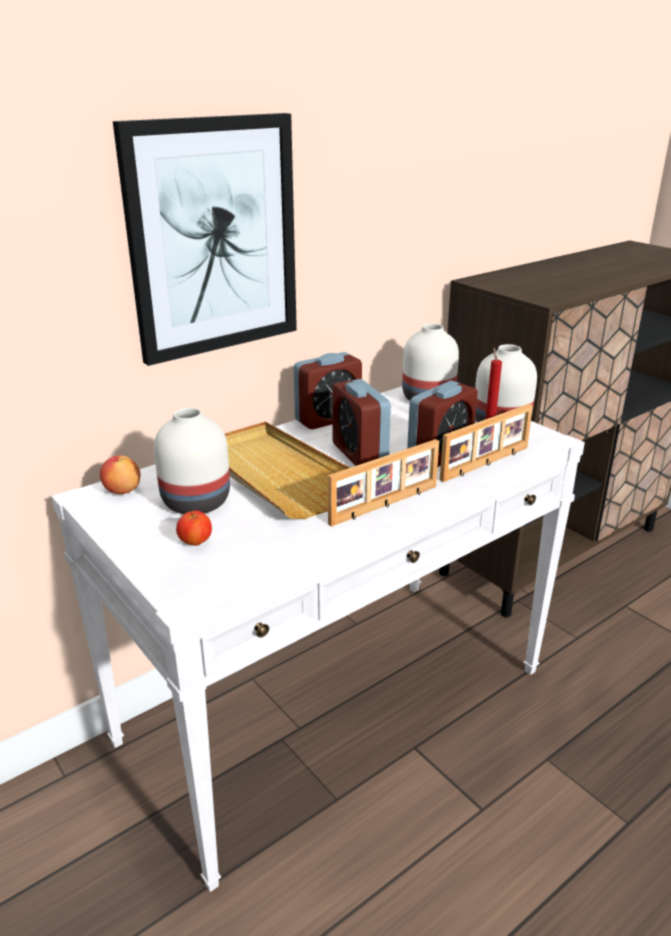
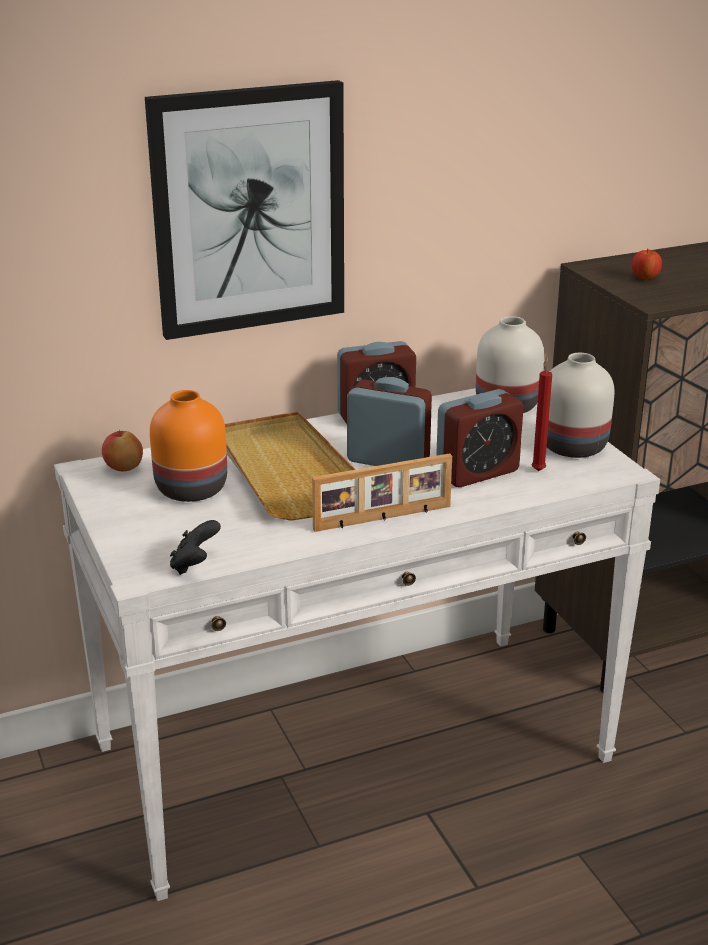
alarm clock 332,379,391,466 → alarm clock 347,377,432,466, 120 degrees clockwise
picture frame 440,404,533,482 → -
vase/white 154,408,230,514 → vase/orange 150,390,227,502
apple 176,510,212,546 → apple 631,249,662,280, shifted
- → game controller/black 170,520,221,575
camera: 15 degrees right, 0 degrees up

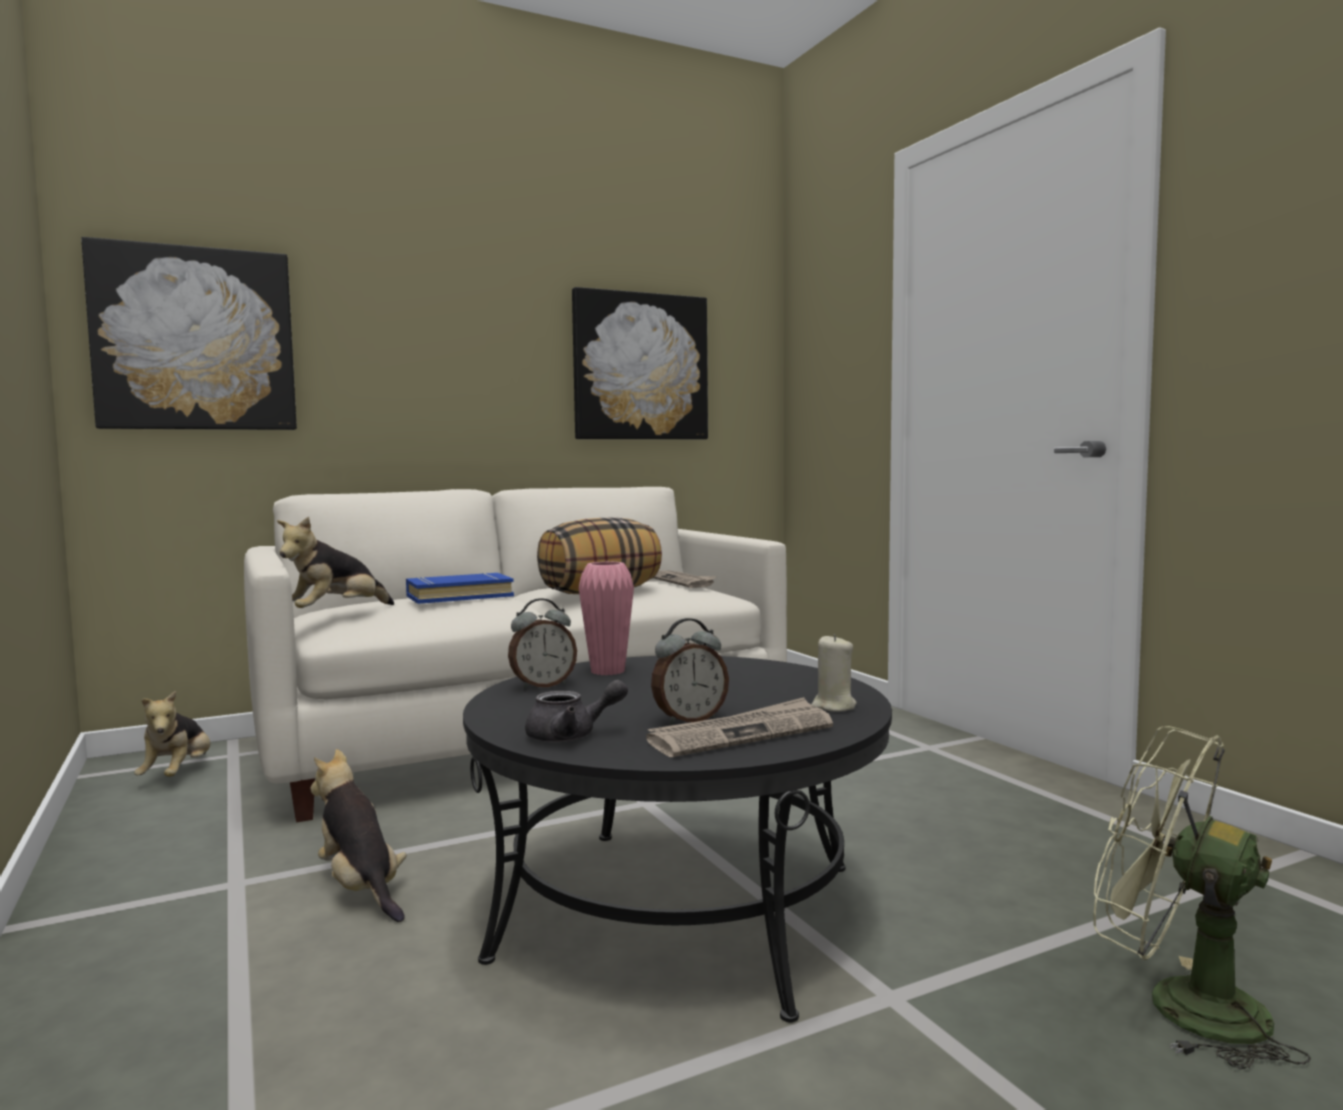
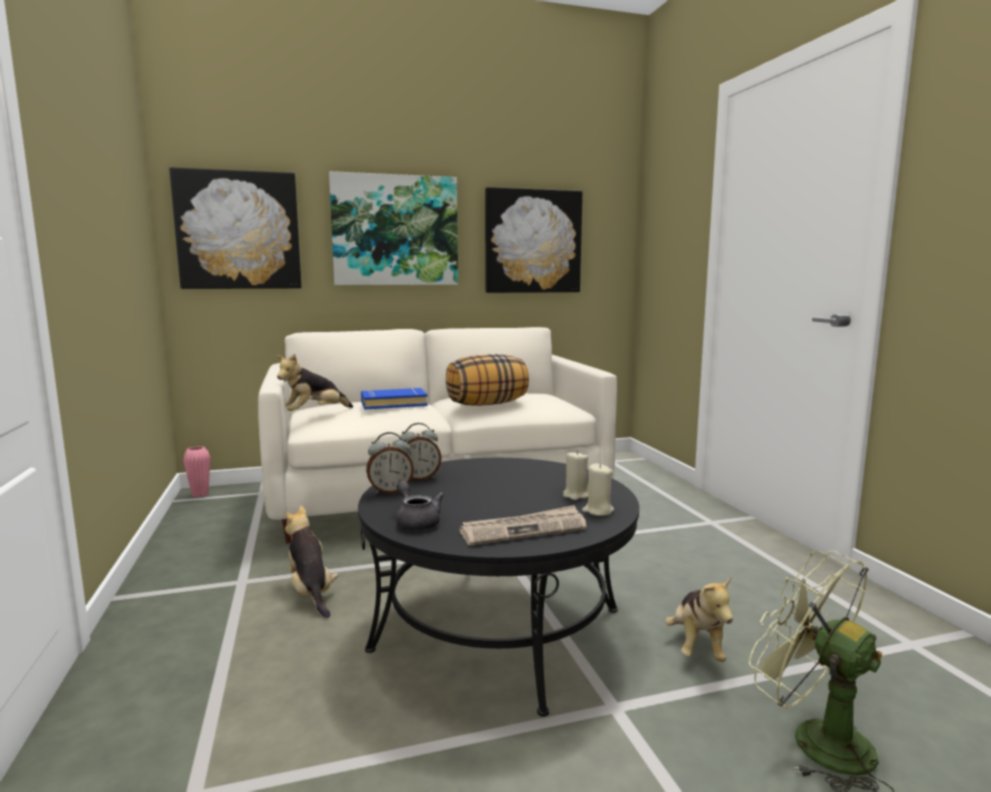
vase/pink 579,561,634,675 → vase/pink 183,446,210,497, shifted
newspaper 654,570,716,588 → -
alarm clock 651,618,729,725 → alarm clock 366,432,414,494, shifted
teapot/grey 525,679,628,742 → teapot/grey 396,481,444,530, 120 degrees counterclockwise
plush toy 134,691,210,777 → plush toy 665,577,733,662, shifted
- → picture 329,171,458,285
- → candle/beige 563,451,588,500
camera: 10 degrees right, 5 degrees up

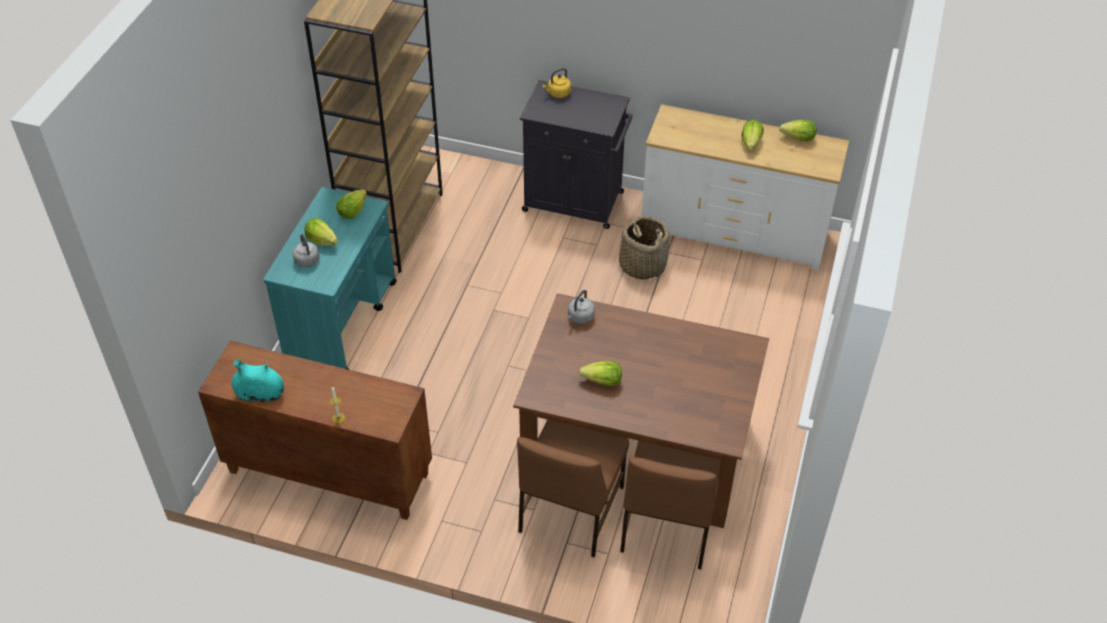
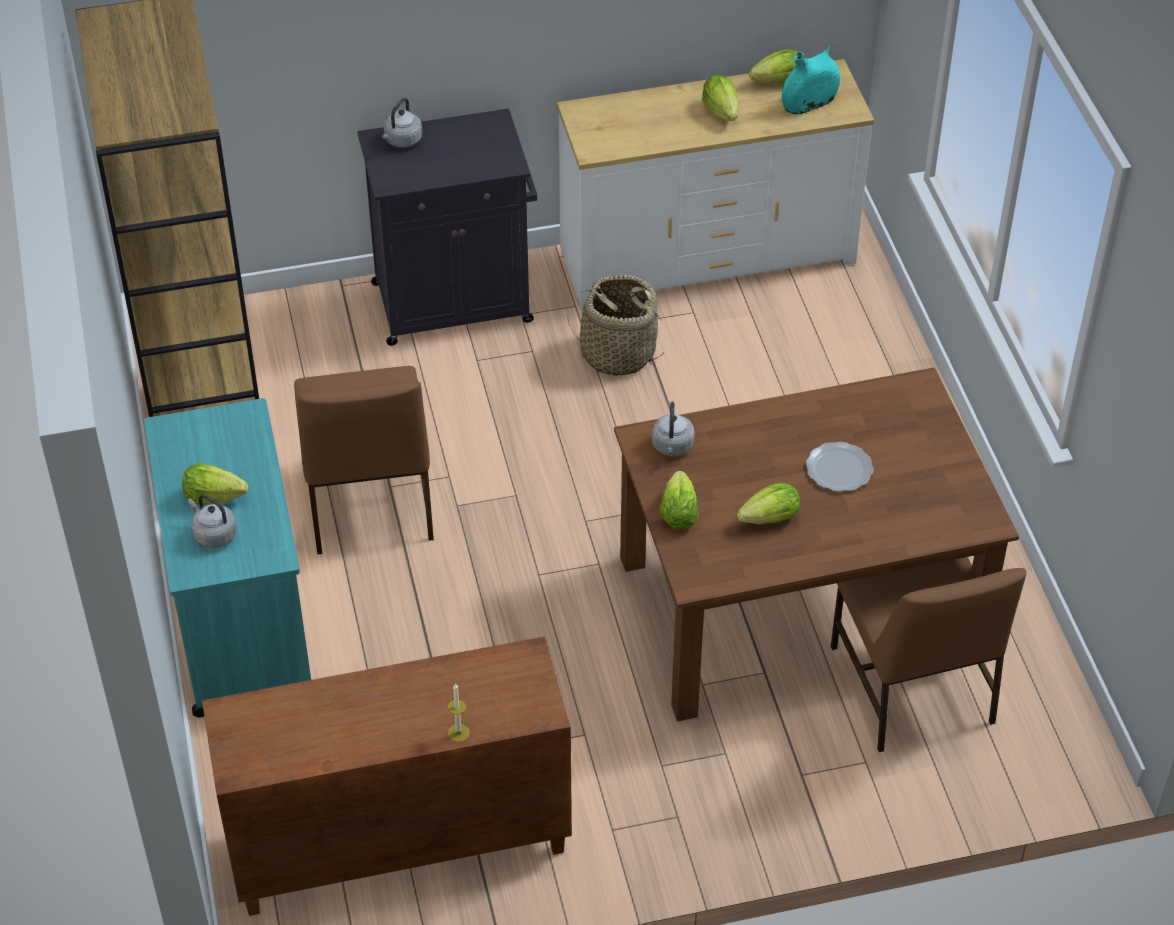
kettle/yellow 542,68,571,98 → kettle/grey 382,98,422,148
lettuce 336,189,367,219 → lettuce 659,471,698,529, shifted
vase/turquoise 231,359,284,401 → vase/turquoise 782,47,840,114, shifted
chair/brown 517,419,629,557 → chair/brown 294,366,434,554, shifted
- → plate 806,442,874,492
camera: 30 degrees left, 0 degrees up

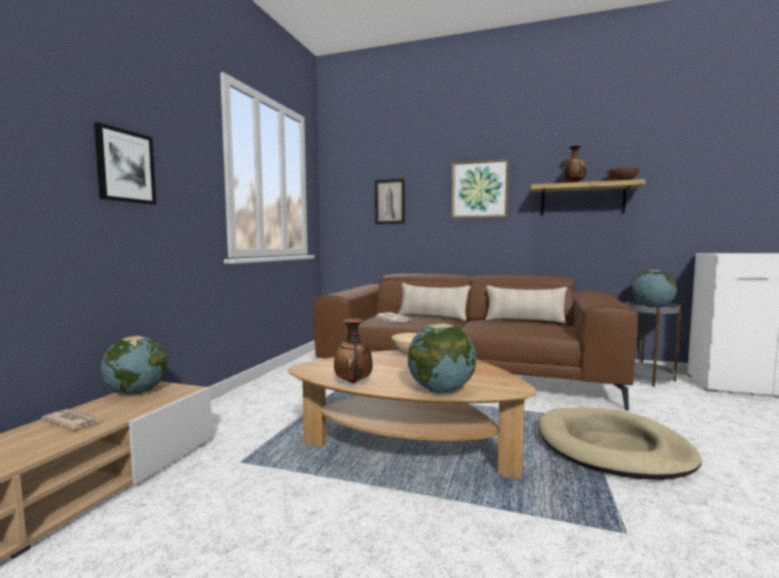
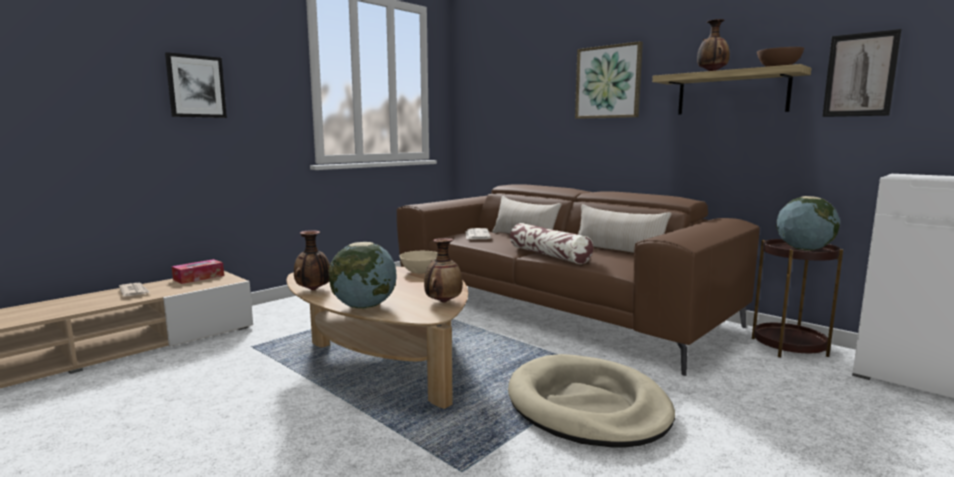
picture 375,179,405,224 → picture 822,29,902,117, shifted
side table/grey 624,302,681,387 → side table/brown 752,239,843,358
globe 101,336,168,395 → tissue box 172,259,224,284
- → pillow 510,223,593,264
- → vase 424,238,463,303
camera: 25 degrees right, 5 degrees up

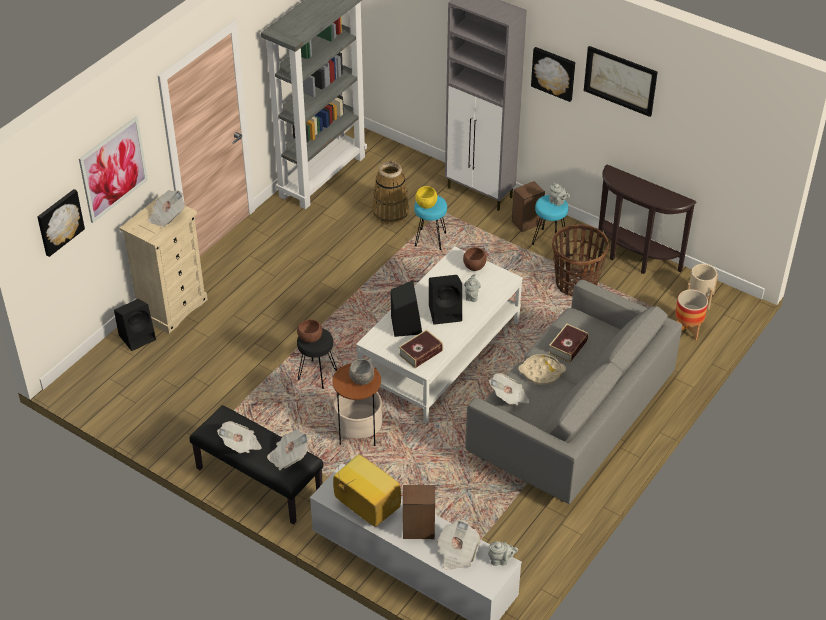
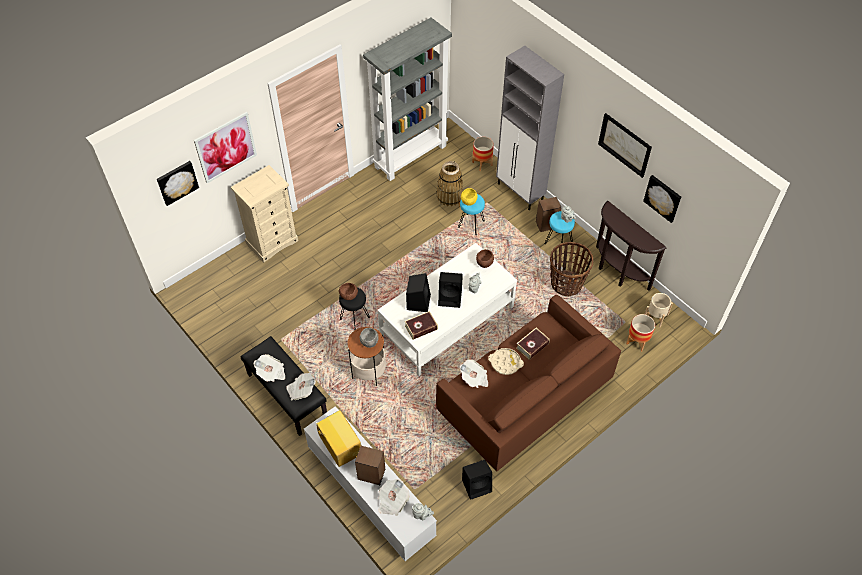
picture 531,47,575,102 → picture 643,175,681,223, shifted
newspaper 148,190,185,227 → -
sofa/grey 465,280,682,504 → sofa/brown 436,295,621,471
speaker/black 114,299,156,351 → speaker/black 462,460,492,500, shifted
- → planter 472,137,494,171
camera: 15 degrees right, 10 degrees up

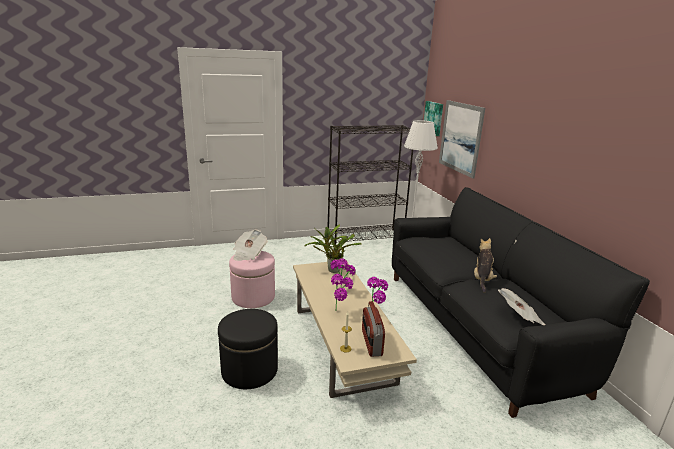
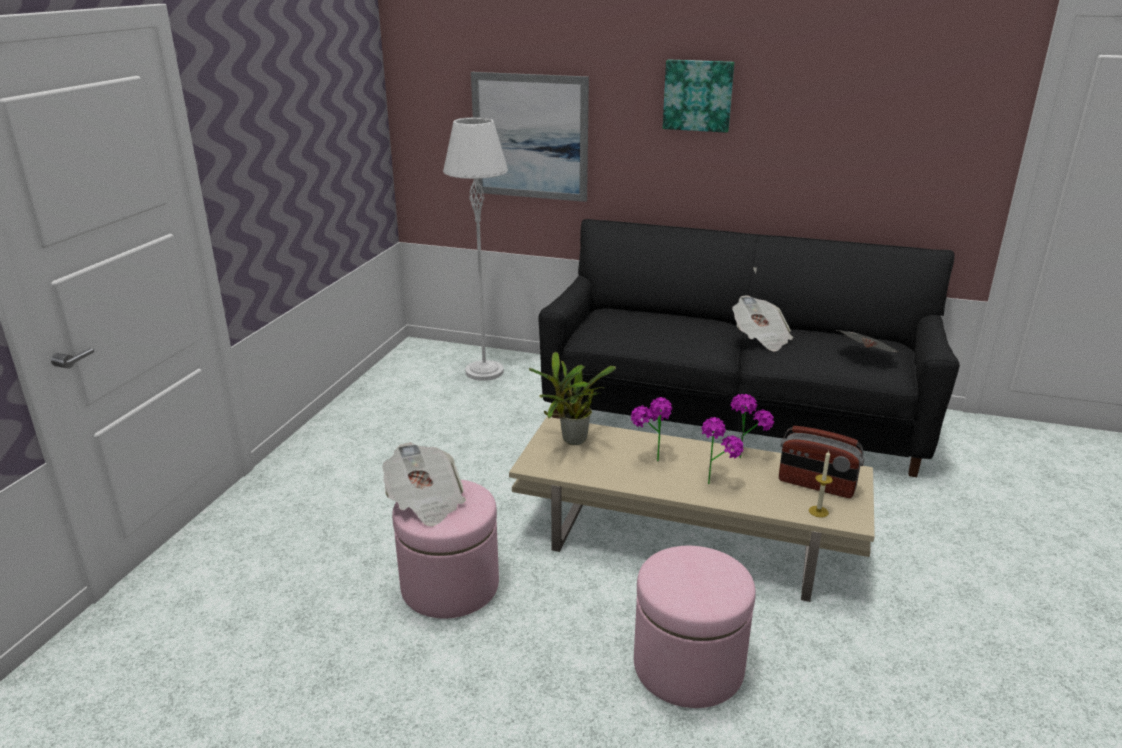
picture 424,101,443,136 → picture 663,59,735,133, shifted
bookcase/black 327,125,413,245 → -
plush toy 474,238,497,293 → newspaper 732,295,793,352
ottoman/black 218,309,278,389 → ottoman/pink 634,546,756,708
camera: 55 degrees left, 5 degrees up

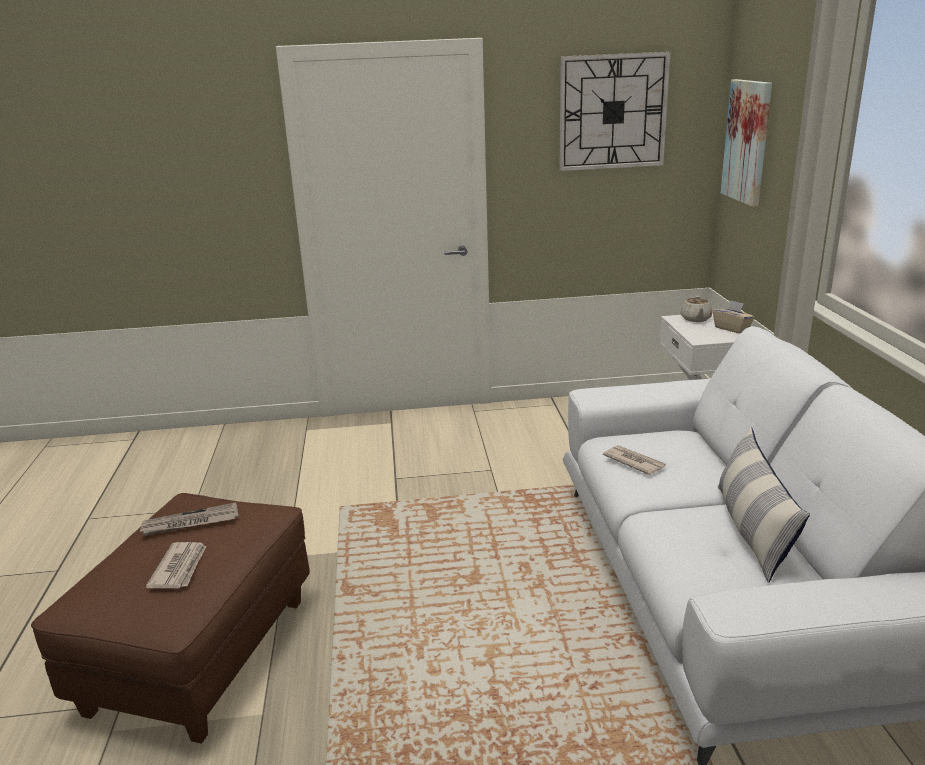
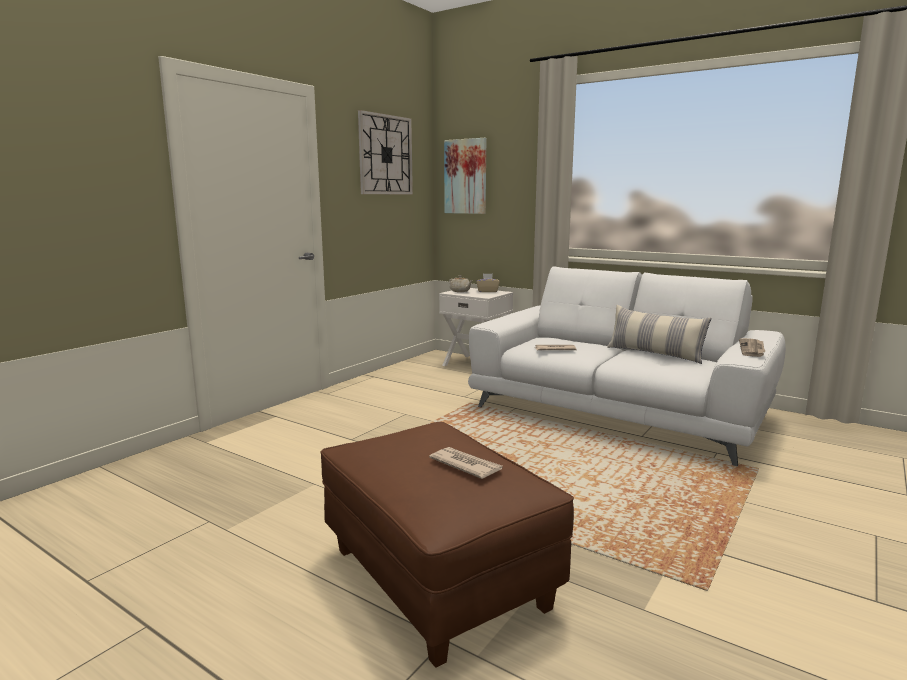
newspaper 139,502,239,536 → newspaper 739,338,765,357, shifted
camera: 50 degrees left, 10 degrees down

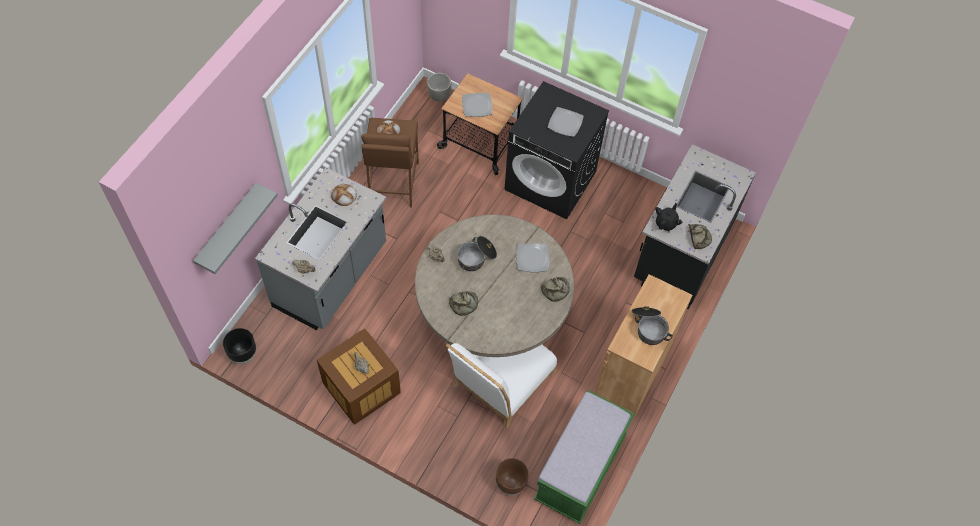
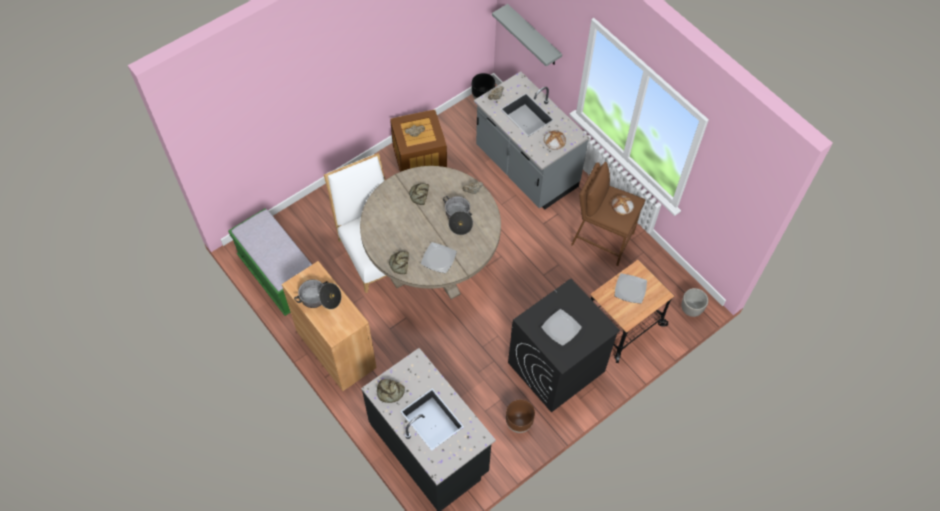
teapot/black 655,203,682,231 → -
planter/brown 496,458,528,496 → planter/brown 506,399,535,433, shifted
camera: 115 degrees right, 0 degrees up

